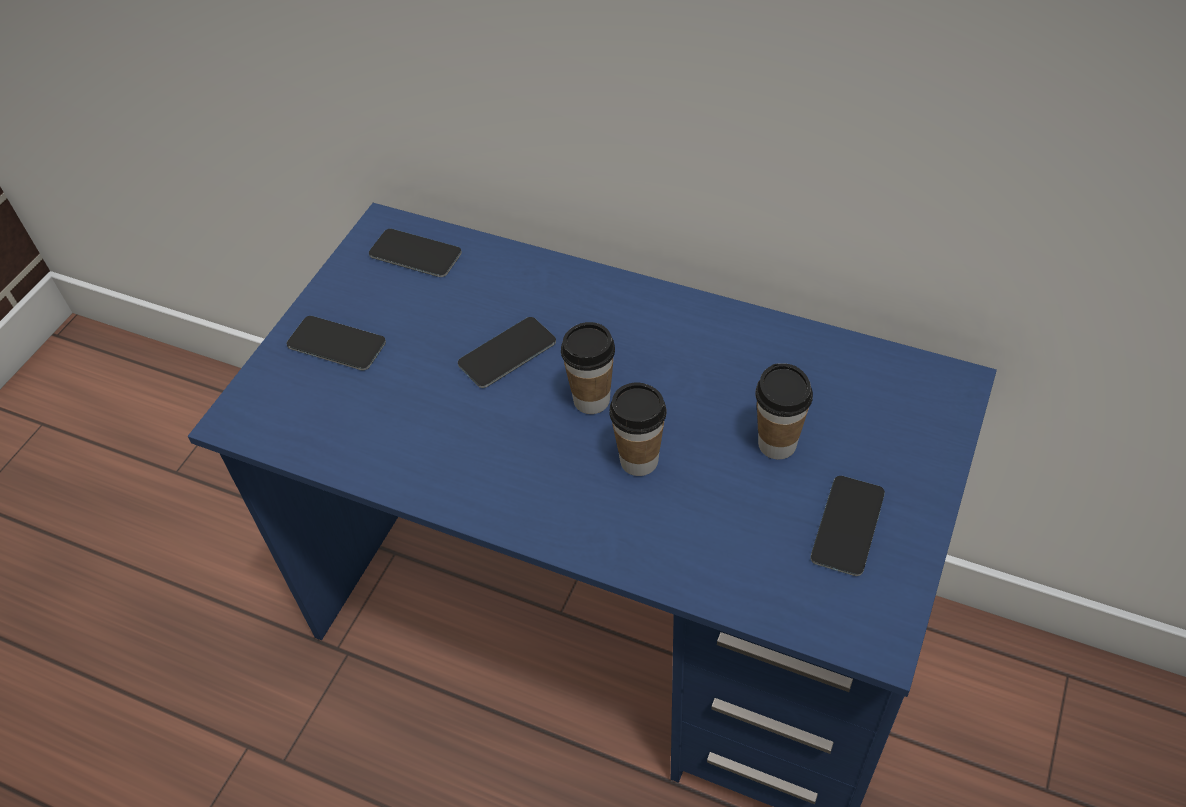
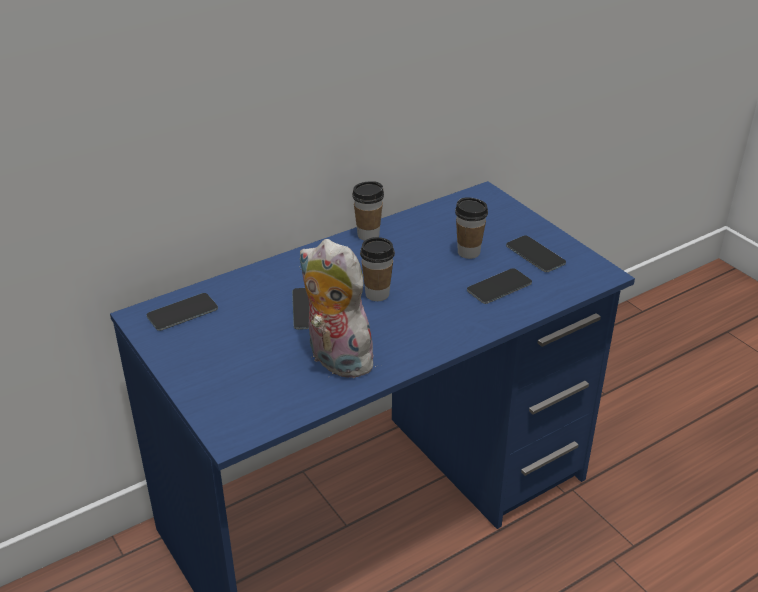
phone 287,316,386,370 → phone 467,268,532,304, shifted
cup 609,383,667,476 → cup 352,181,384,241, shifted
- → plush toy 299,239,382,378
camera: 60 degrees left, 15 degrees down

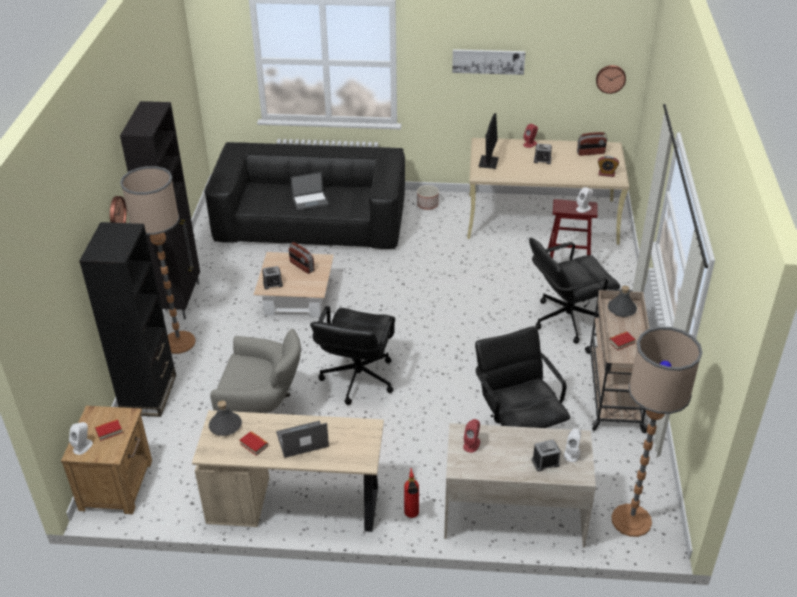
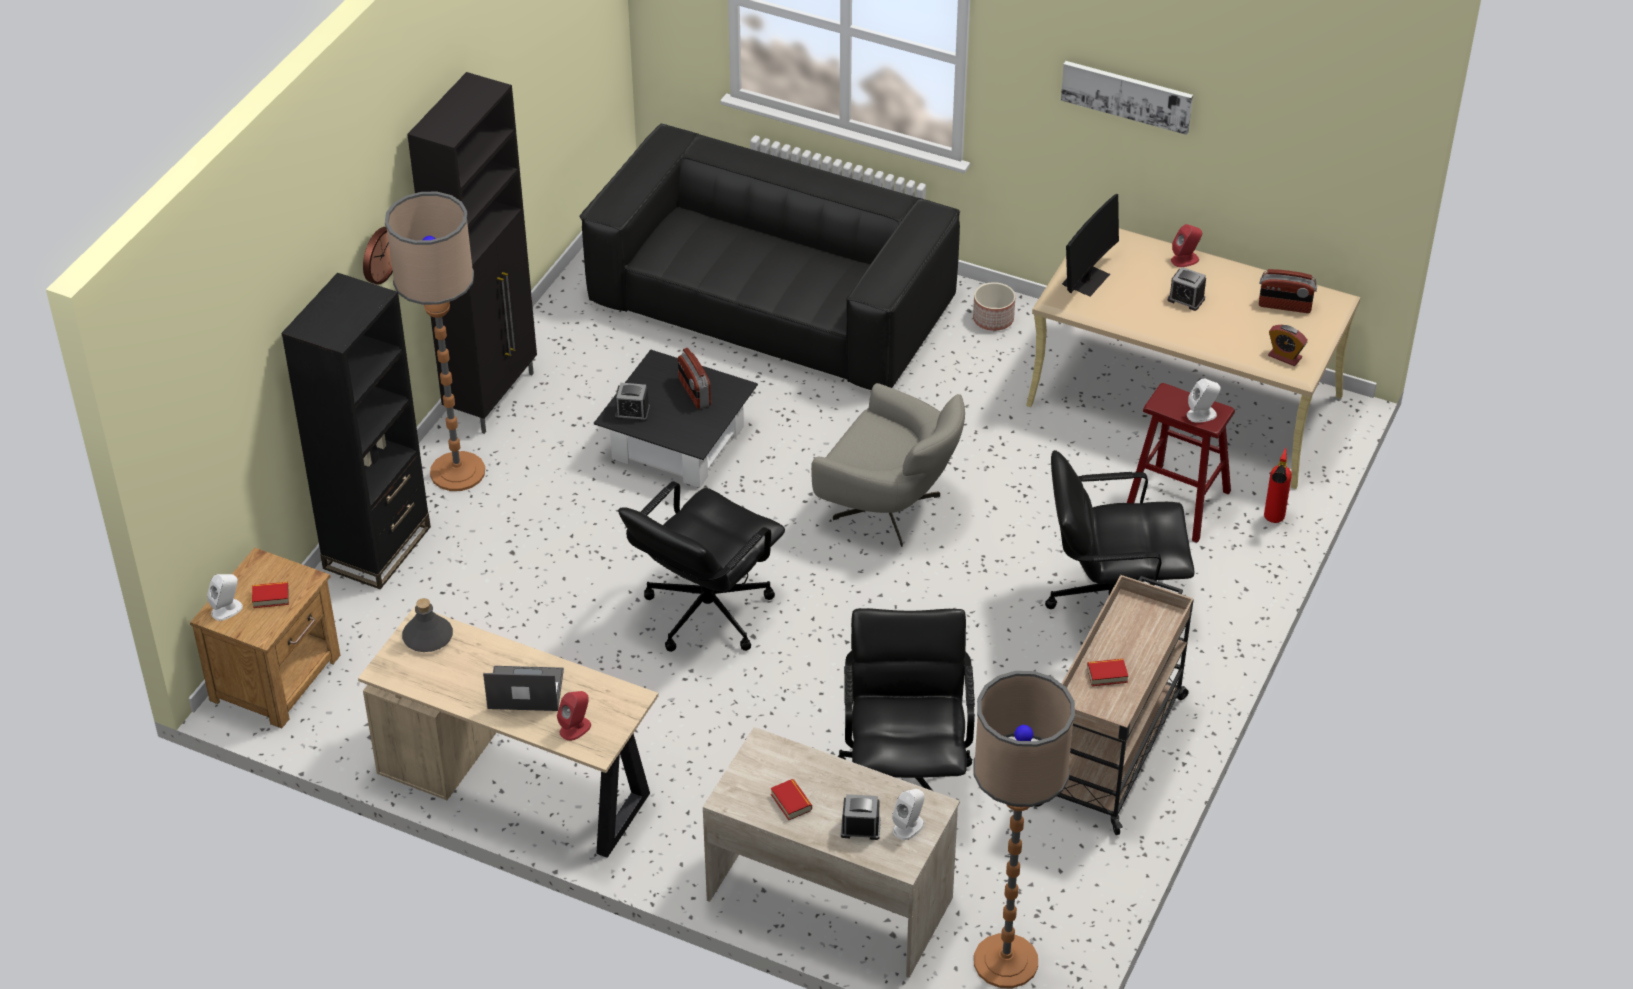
wall clock 596,65,626,94 → -
laptop 290,172,329,211 → -
coffee table/beige 254,252,334,318 → coffee table/black 594,350,758,488
bottle/grey 608,286,637,317 → -
armchair/grey 210,329,301,413 → armchair/grey 811,383,965,547, shifted
speaker/red 463,419,480,453 → speaker/red 557,691,591,741, shifted
book 240,431,268,456 → book 771,779,812,820, shifted
fire extinguisher 404,468,419,518 → fire extinguisher 1264,448,1292,523, shifted
camera: 20 degrees right, 5 degrees up

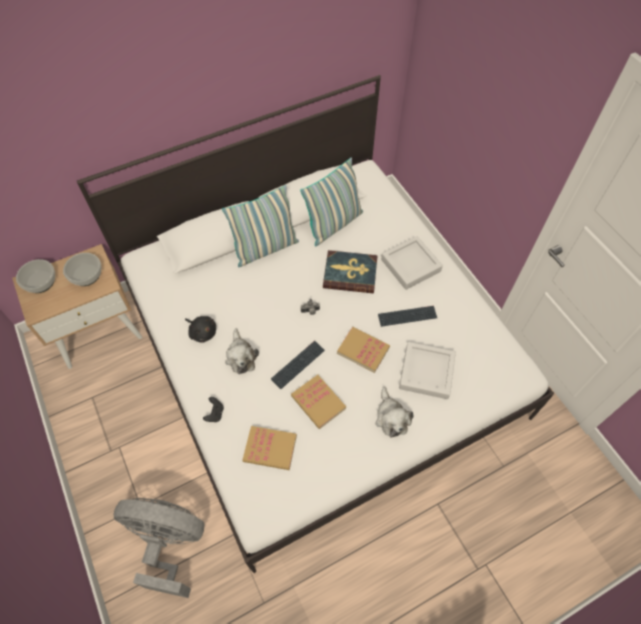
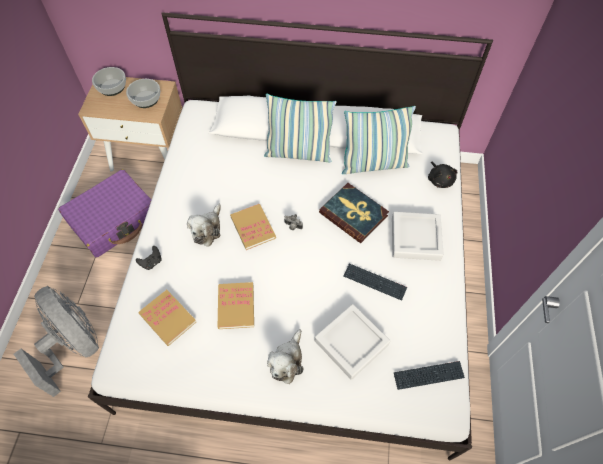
plush toy/black 185,316,216,342 → plush toy/black 428,161,458,188, shifted
book 337,327,390,373 → book 230,204,276,250, shifted
keyboard 271,341,325,389 → keyboard 394,361,465,390, shifted
- → suitcase/purple 58,169,151,258
camera: 35 degrees right, 0 degrees up

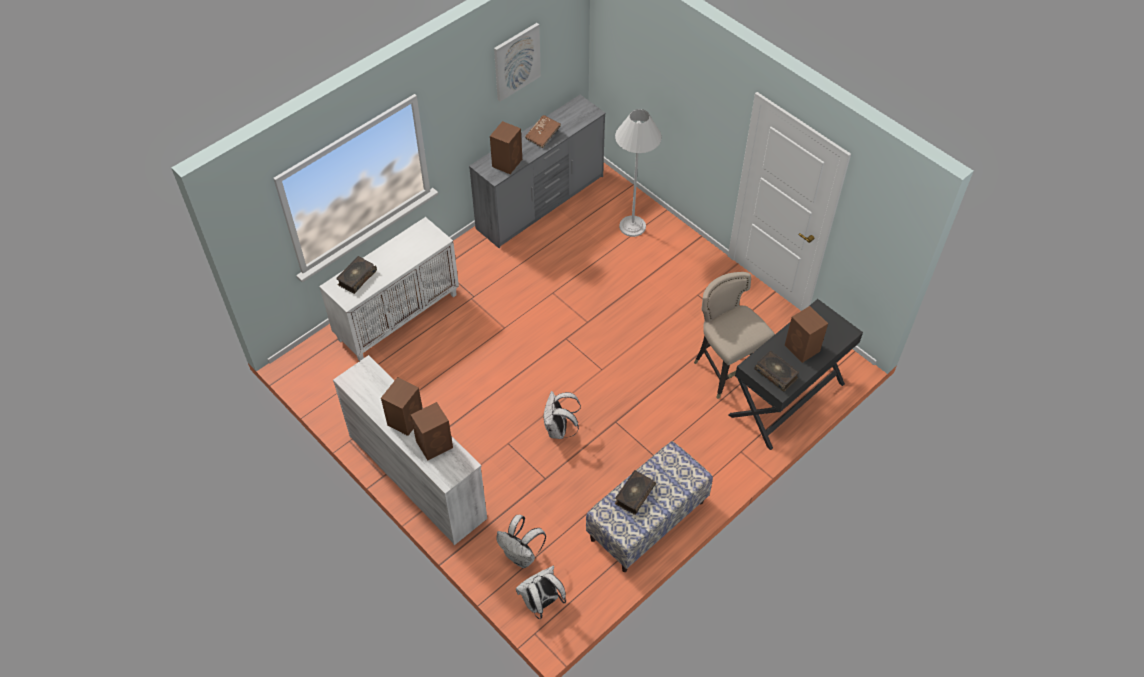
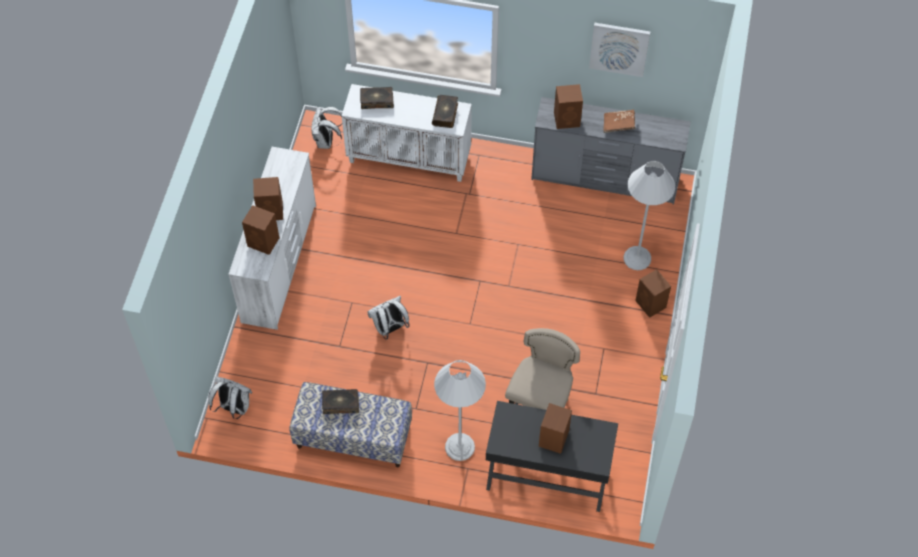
book 755,351,799,392 → book 432,95,458,128, shifted
backpack/white 497,515,546,568 → backpack/white 311,107,342,149, shifted
- → speaker/brown 635,269,671,318
- → floor lamp/white 434,360,486,461
camera: 55 degrees right, 5 degrees up

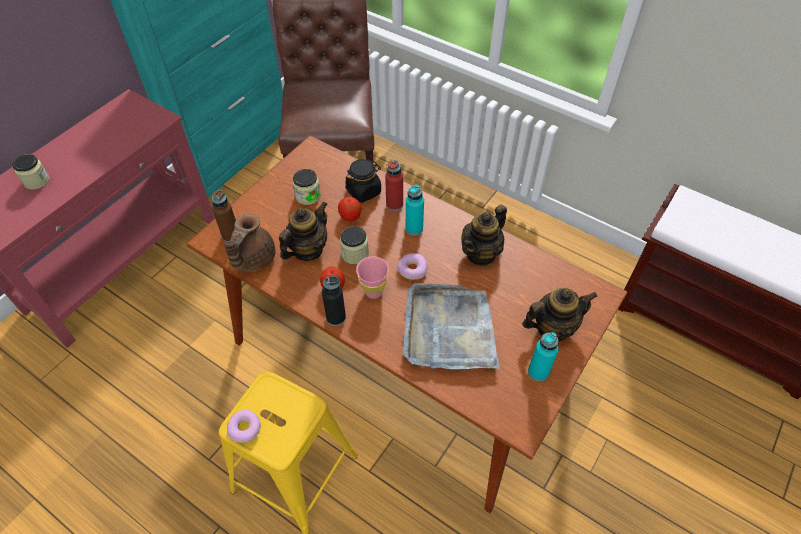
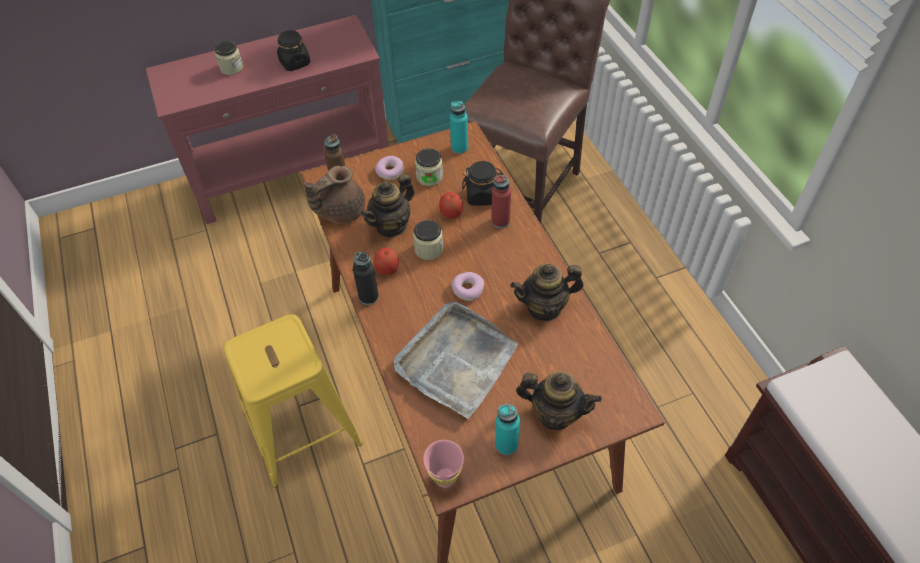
bottle/turquoise 406,185,424,236 → bottle/turquoise 450,101,468,154, shifted
teapot 279,202,327,261 → teapot 361,174,414,238, 150 degrees clockwise
cup/pink 356,256,389,299 → cup/pink 423,440,464,488, shifted
donut 227,410,261,443 → donut 375,156,404,180, shifted
- → jar/black 277,30,310,71
camera: 35 degrees right, 0 degrees up

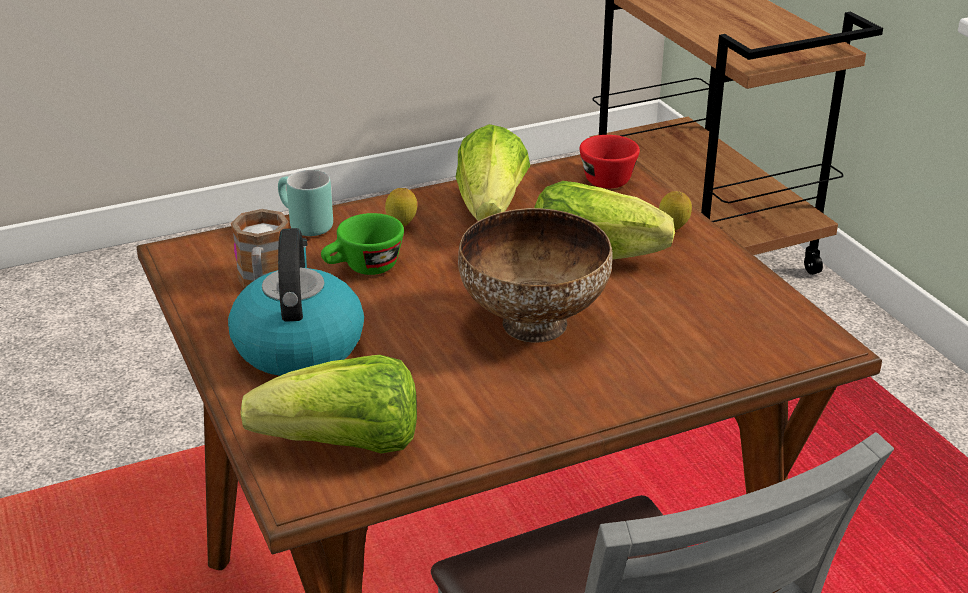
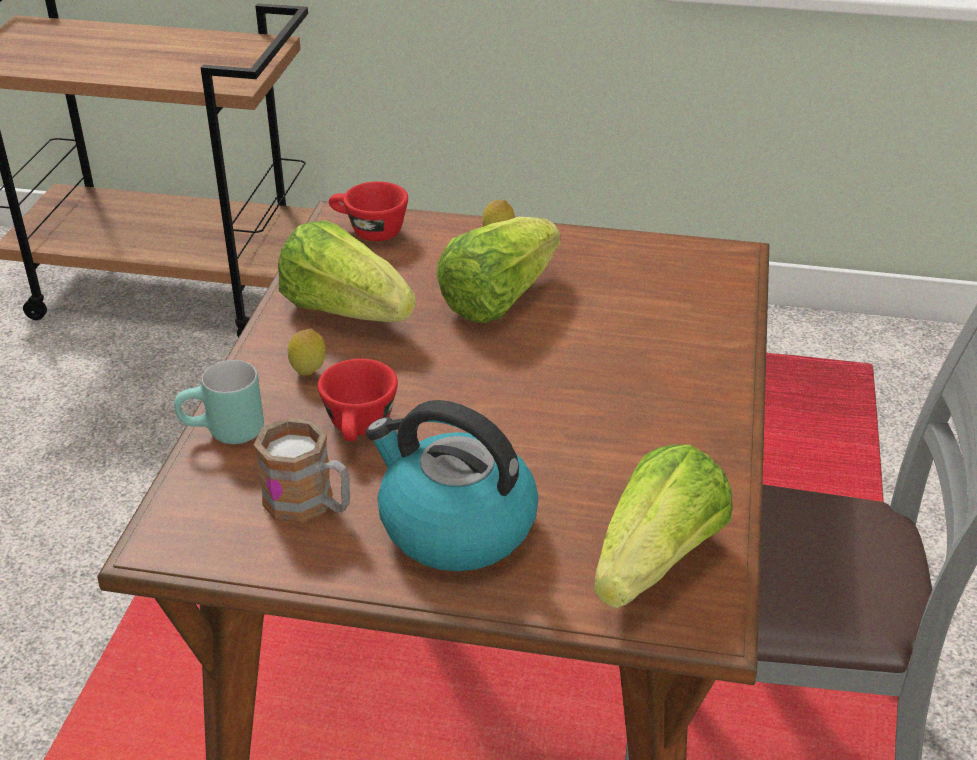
bowl 458,208,613,343 → -
cup/green 321,213,404,275 → cup/red 318,359,398,441
camera: 55 degrees left, 5 degrees up

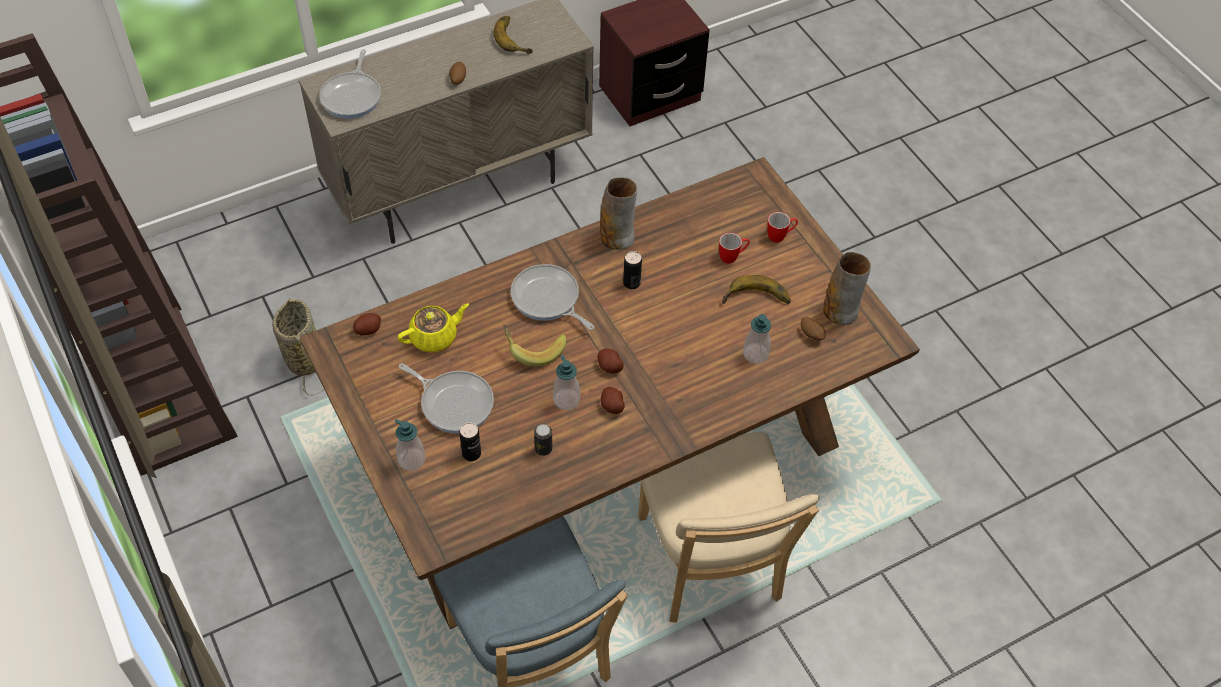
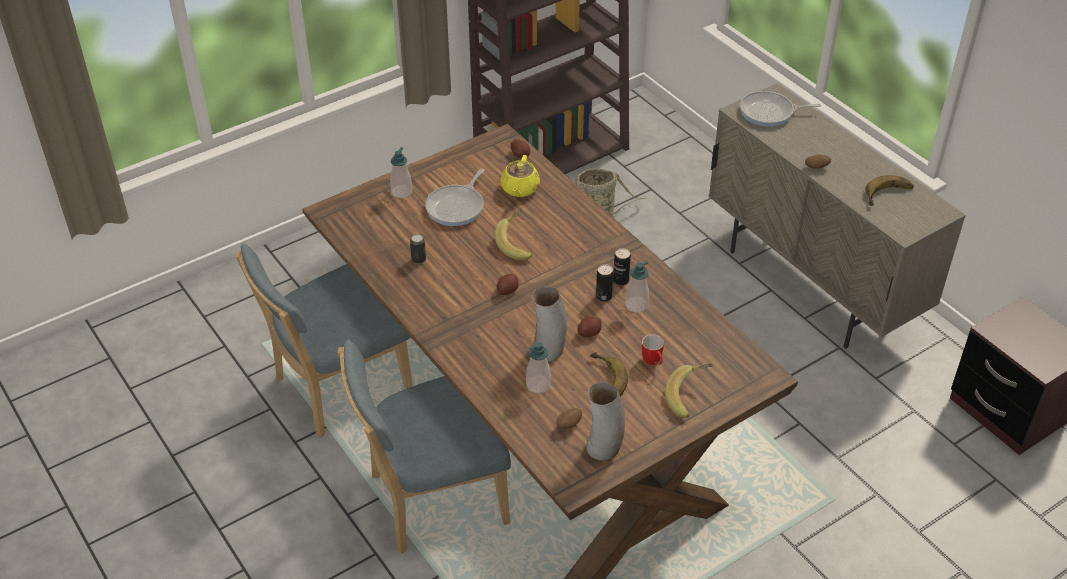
vase 600,177,637,250 → vase 532,286,567,361, shifted
mug 767,212,798,243 → banana 666,363,713,418
frying pan 511,264,595,330 → -
teapot/yellow 398,303,469,352 → teapot/yellow 501,155,540,197, 45 degrees clockwise
soap dispenser 553,355,580,410 → soap dispenser 625,261,649,312, shifted
potato 601,387,625,414 → potato 578,317,602,337, shifted
can 459,422,481,461 → can 613,248,631,285, shifted
chair/beige 638,432,820,623 → chair/blue 338,339,511,554
camera: 85 degrees right, 10 degrees down

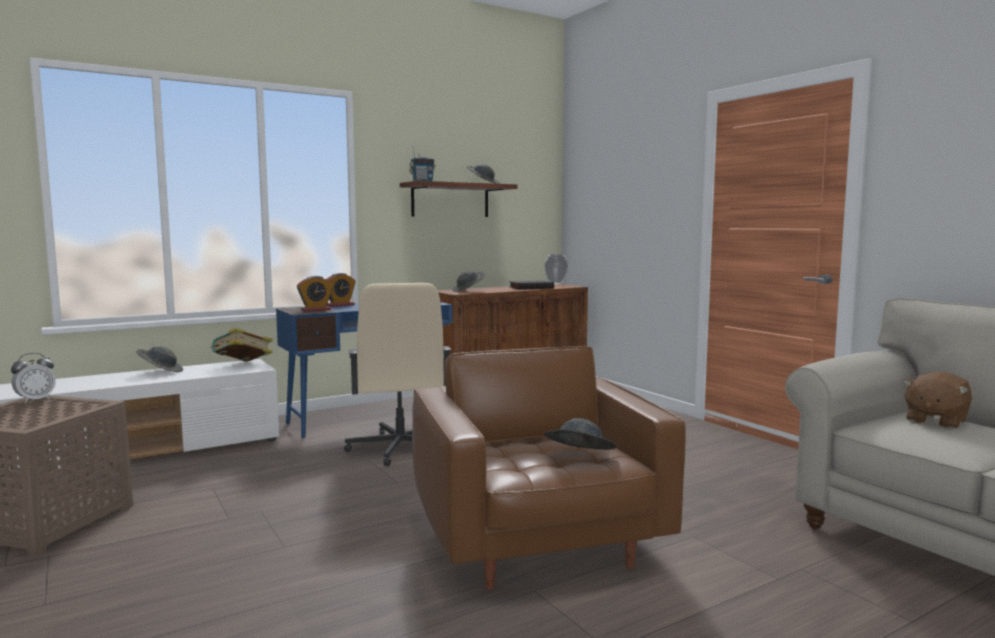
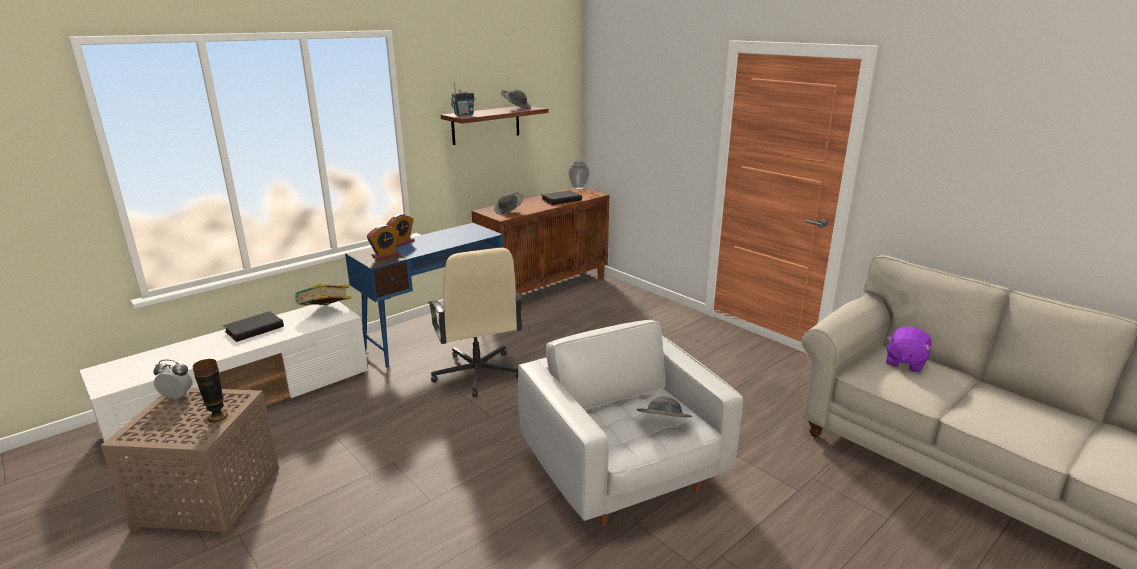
armchair/brown 412,346,685,590 → armchair/white 518,320,743,526
hat/grey 137,347,183,372 → book/black 223,311,284,342
alarm clock 11,353,56,403 → alarm clock 153,359,193,400, 120 degrees counterclockwise
plush toy/brown 903,372,972,429 → plush toy/purple 886,327,932,373
- → vase 193,359,231,425
camera: 10 degrees left, 15 degrees up

